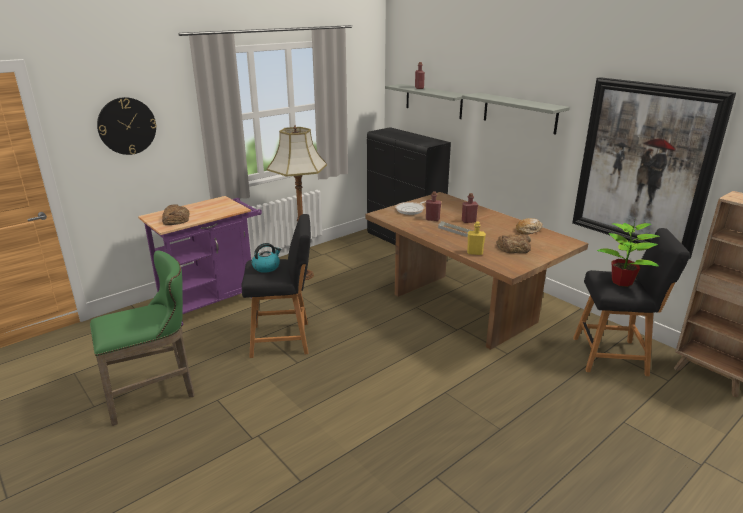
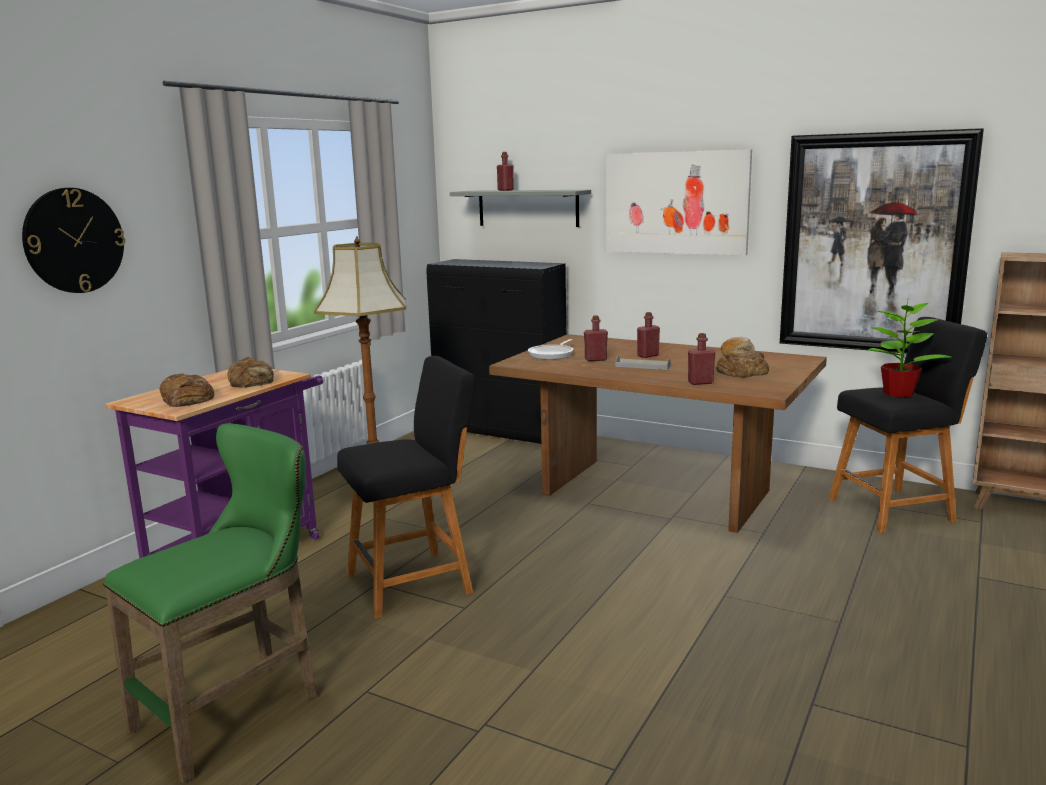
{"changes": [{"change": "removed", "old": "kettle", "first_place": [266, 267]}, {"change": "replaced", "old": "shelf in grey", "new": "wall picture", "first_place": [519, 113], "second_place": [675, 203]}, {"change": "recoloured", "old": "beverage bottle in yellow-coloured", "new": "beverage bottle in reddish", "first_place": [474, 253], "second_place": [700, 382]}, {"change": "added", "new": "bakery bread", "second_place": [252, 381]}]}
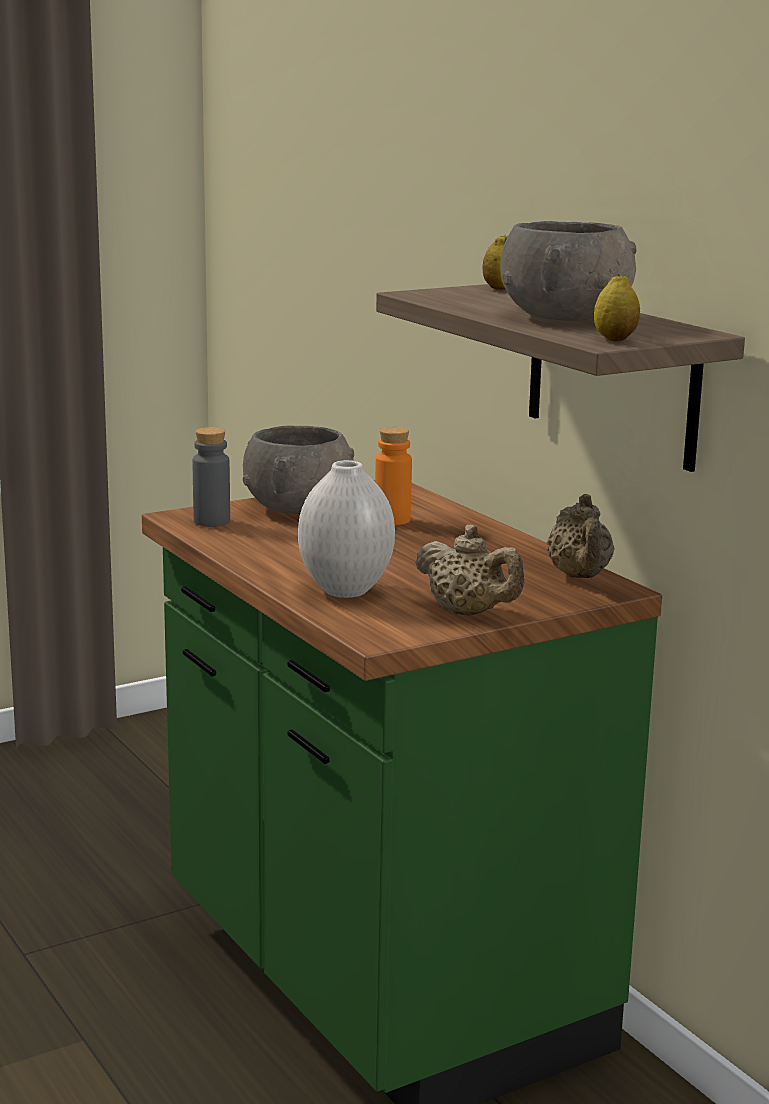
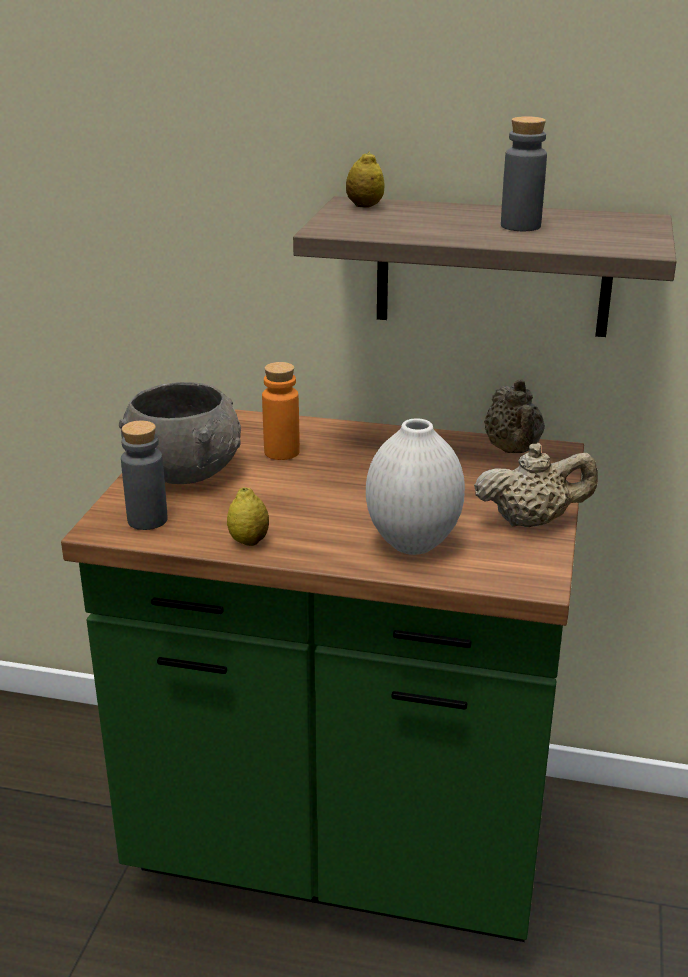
{"changes": [{"change": "replaced", "old": "serving bowl in grey", "new": "beverage bottle in grey", "first_place": [566, 317], "second_place": [520, 226]}, {"change": "turned", "old": "tea pot in sand-coloured", "first_place": [579, 576], "second_place": [513, 450], "degrees": 45}, {"change": "moved", "old": "whole lemon", "first_place": [615, 339], "second_place": [249, 541]}]}
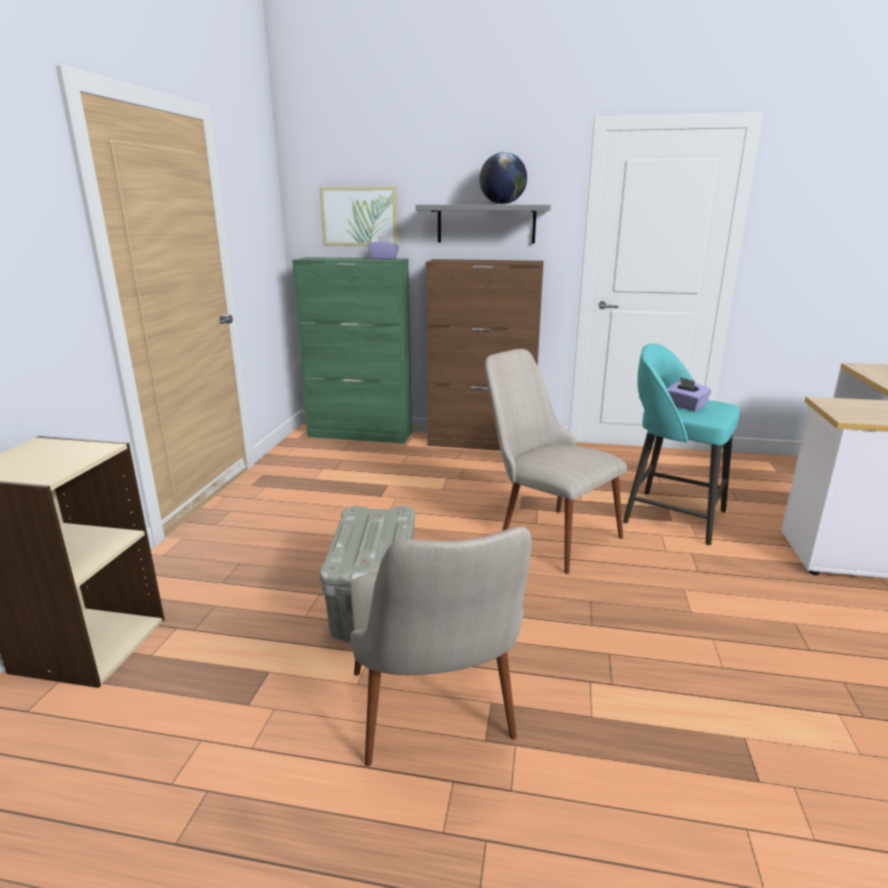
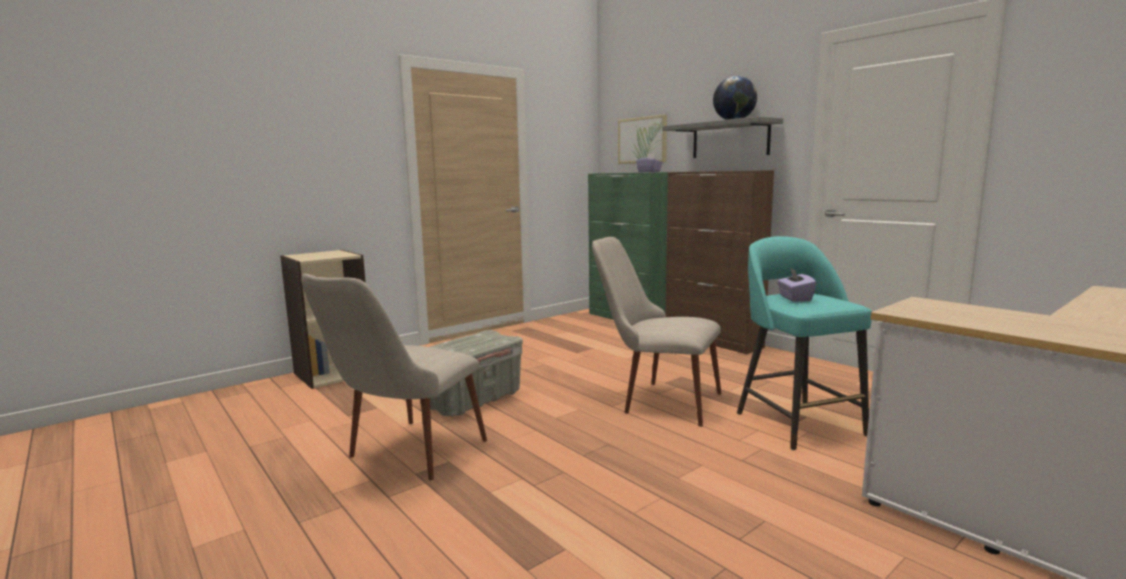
{"changes": [{"change": "turned", "old": "plain chair in sand-coloured", "first_place": [545, 531], "second_place": [656, 400], "degrees": -60}]}
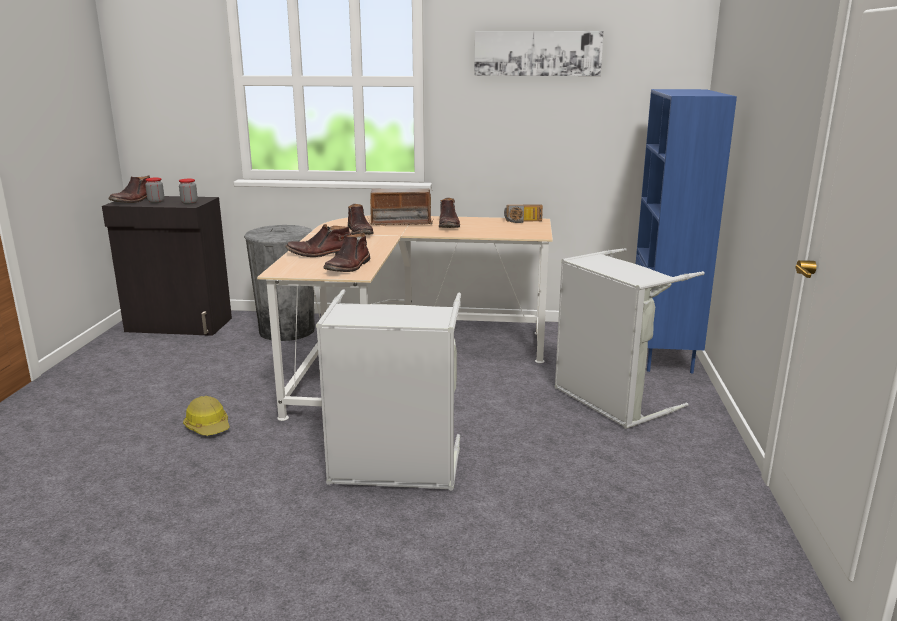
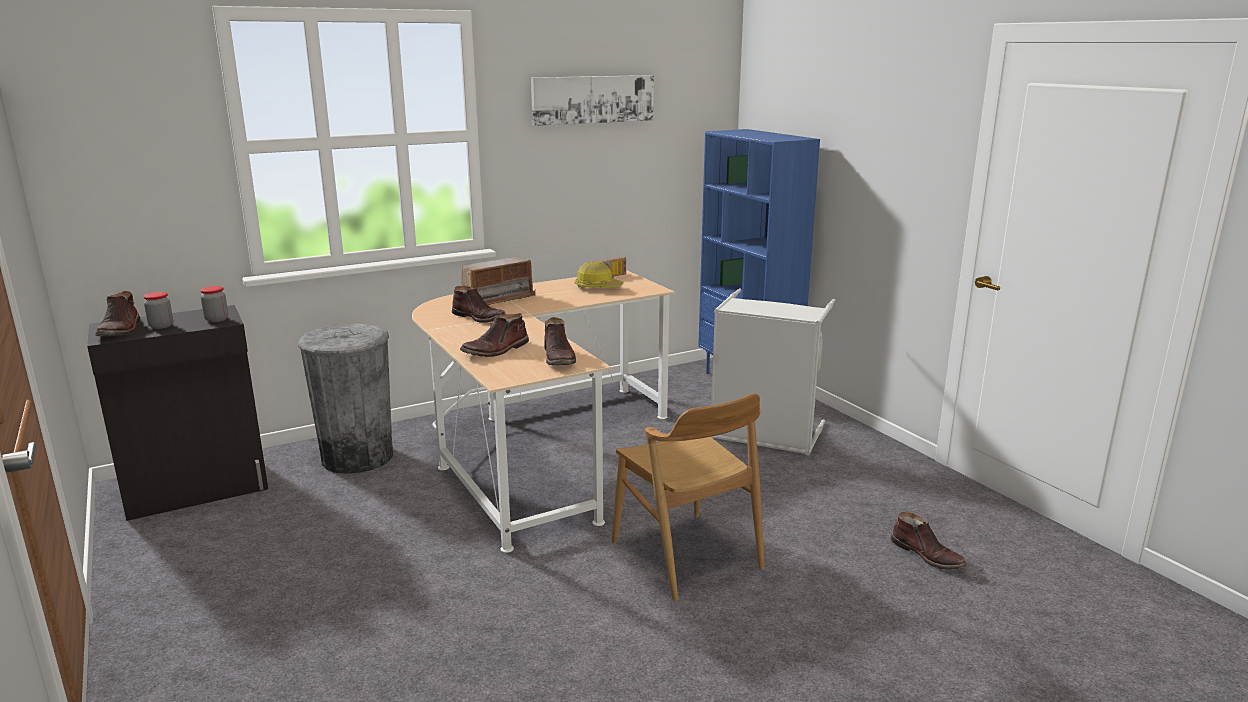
{"changes": [{"change": "moved", "old": "work helmet", "first_place": [208, 426], "second_place": [598, 287]}, {"change": "replaced", "old": "laundry basket in grey", "new": "plain chair in brownish", "first_place": [394, 469], "second_place": [686, 555]}, {"change": "moved", "old": "tall boot in brownish", "first_place": [449, 225], "second_place": [927, 555]}]}
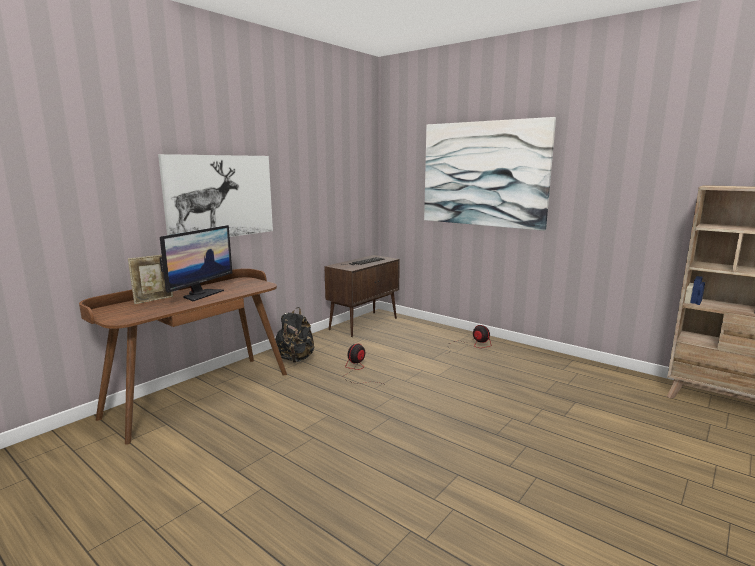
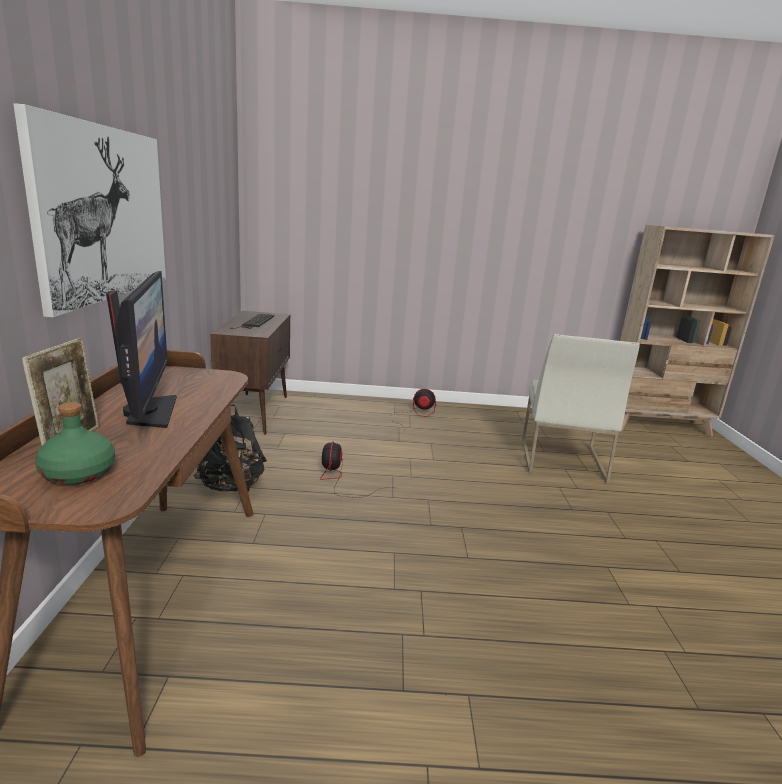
{"changes": [{"change": "removed", "old": "wall picture", "first_place": [483, 174]}, {"change": "added", "new": "beverage bottle in green-coloured", "second_place": [77, 474]}, {"change": "added", "new": "plain chair in white", "second_place": [561, 459]}]}
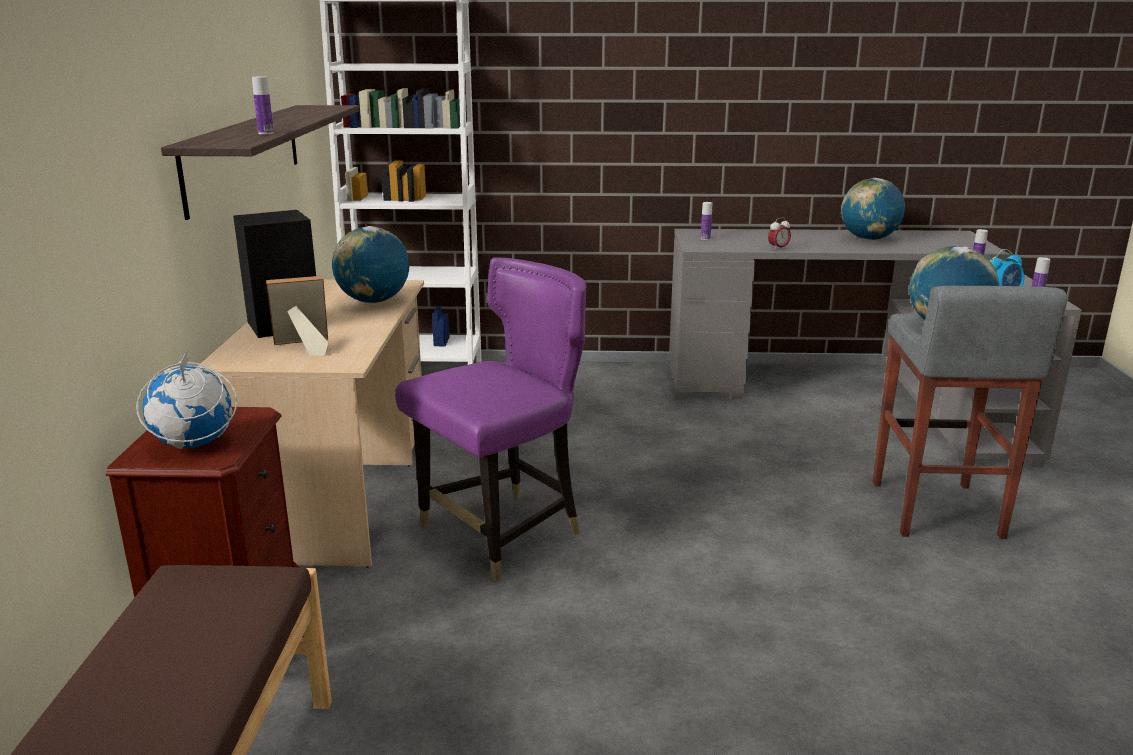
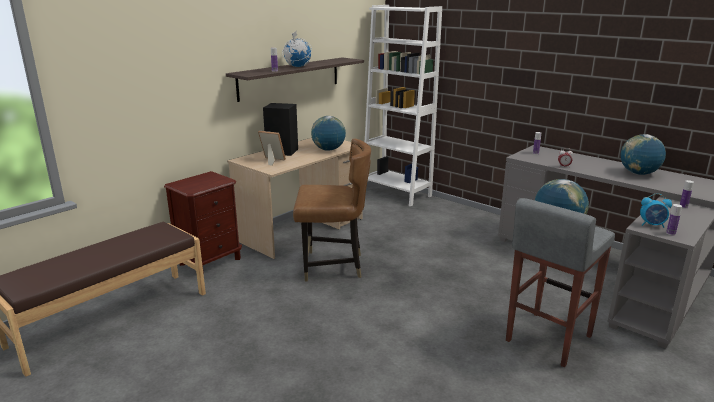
{"changes": [{"change": "moved", "old": "globe", "first_place": [193, 445], "second_place": [297, 67]}, {"change": "recoloured", "old": "plain chair in purple-coloured", "new": "plain chair in brownish", "first_place": [502, 533], "second_place": [333, 266]}]}
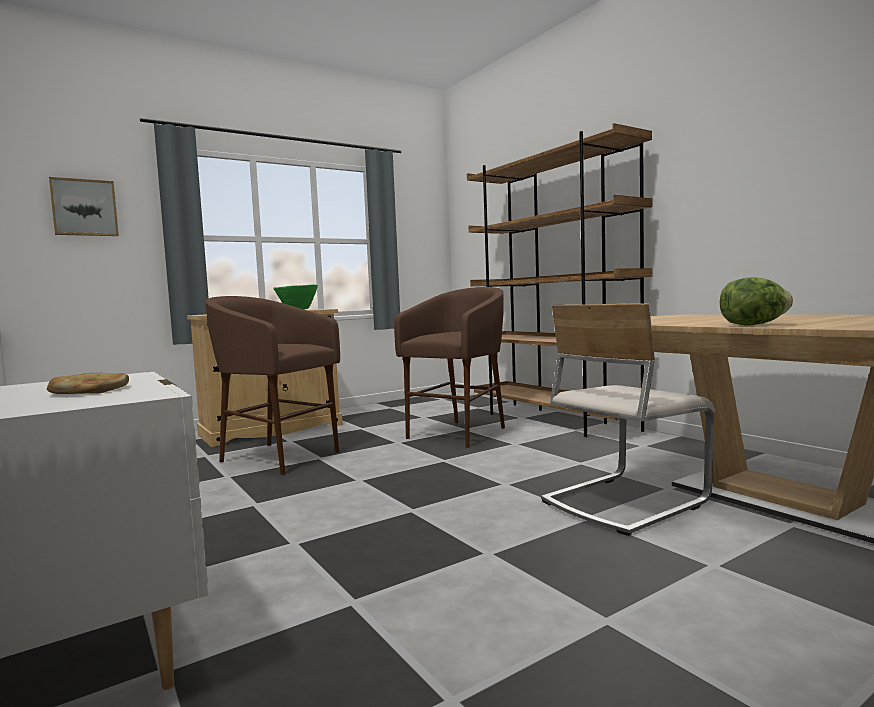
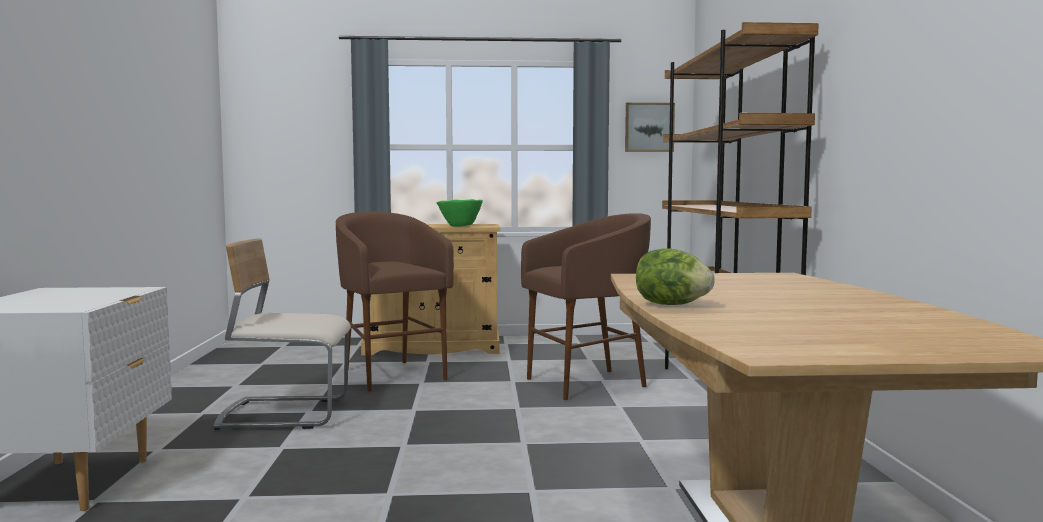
{"changes": [{"change": "removed", "old": "bakery bread", "first_place": [89, 390]}, {"change": "moved", "old": "wall picture", "first_place": [84, 208], "second_place": [649, 127]}, {"change": "moved", "old": "plain chair in sand-coloured", "first_place": [623, 502], "second_place": [285, 414]}]}
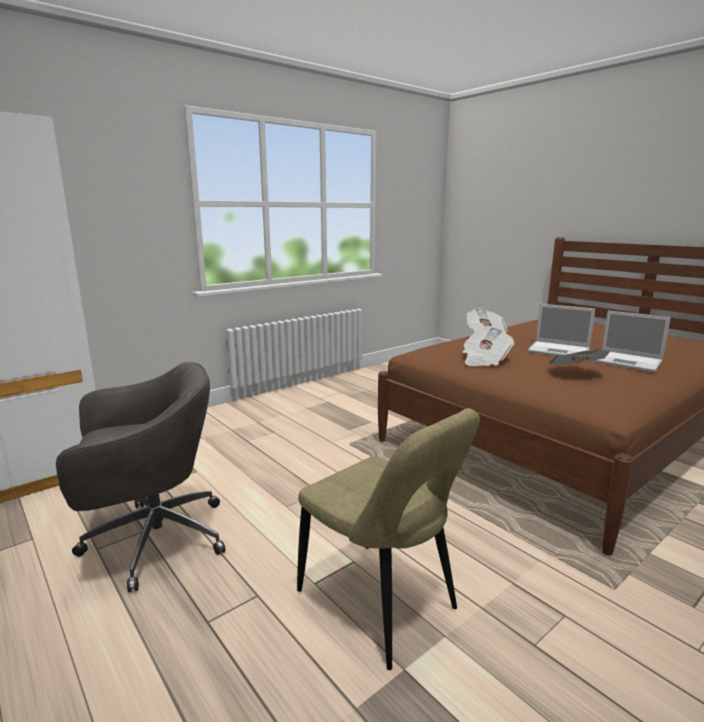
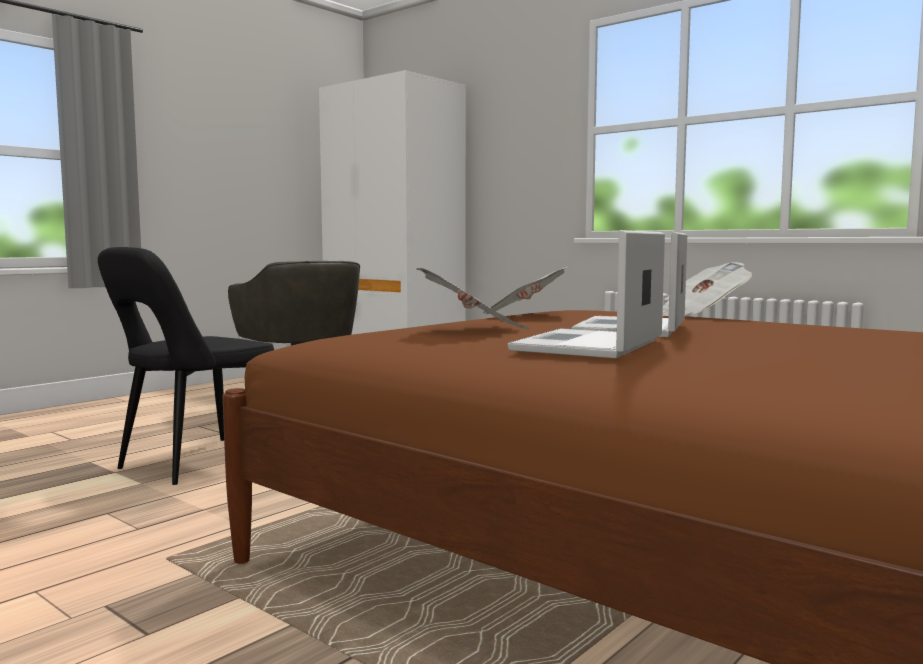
{"changes": [{"change": "recoloured", "old": "plain chair in sand-coloured", "new": "plain chair in black", "first_place": [381, 604], "second_place": [194, 464]}]}
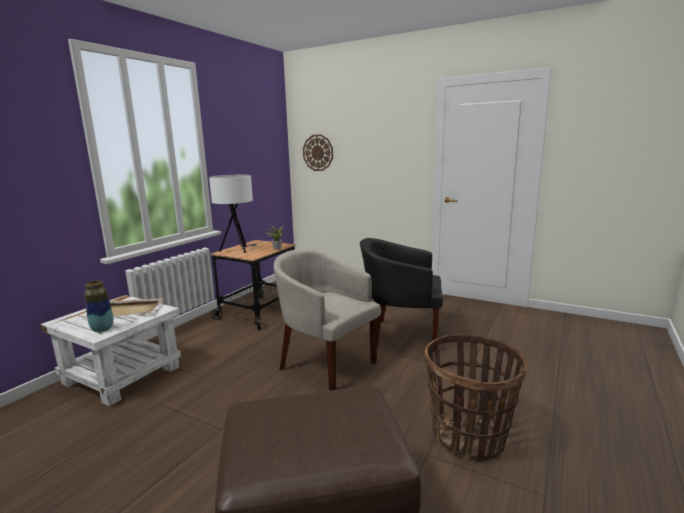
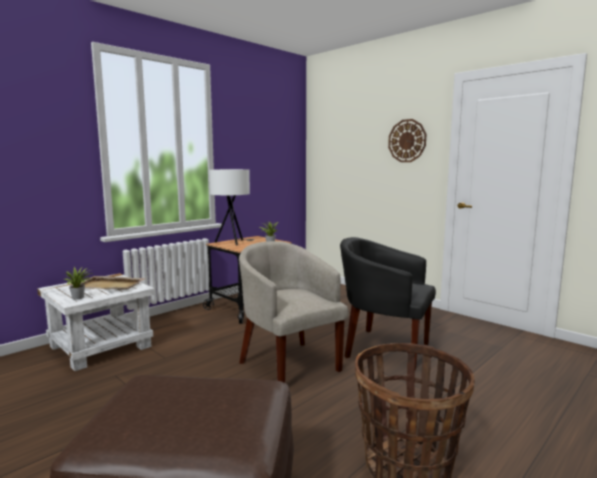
{"changes": [{"change": "replaced", "old": "vase", "new": "potted plant", "first_place": [102, 329], "second_place": [79, 298]}, {"change": "moved", "old": "hanging clock", "first_place": [318, 152], "second_place": [407, 141]}]}
